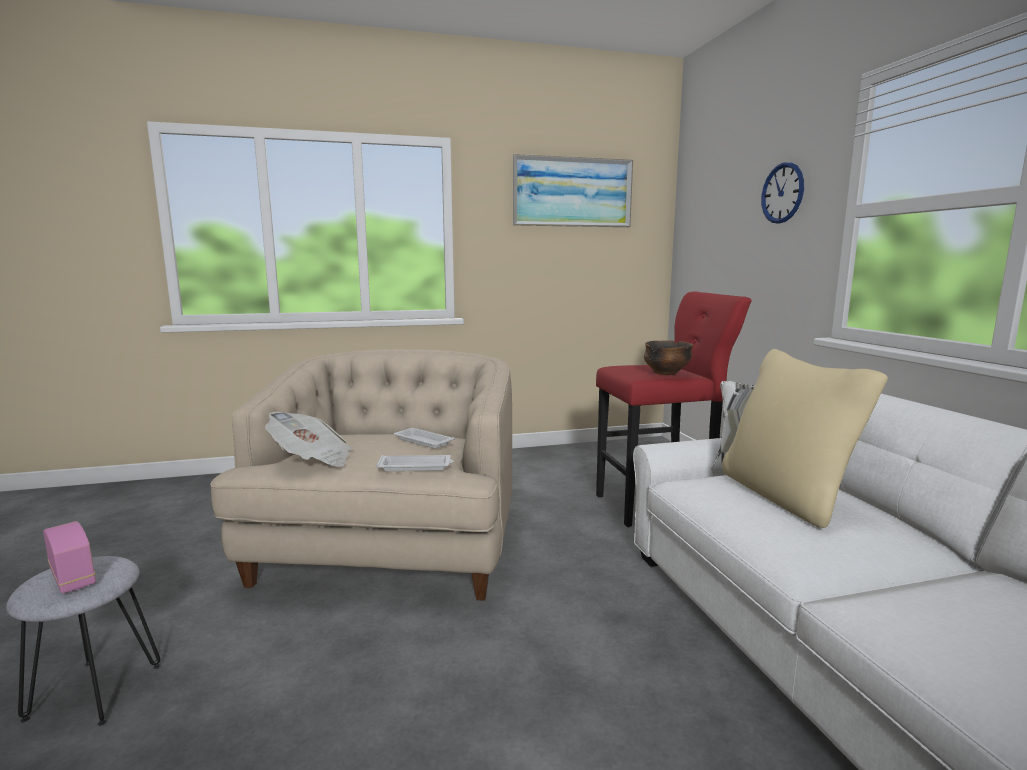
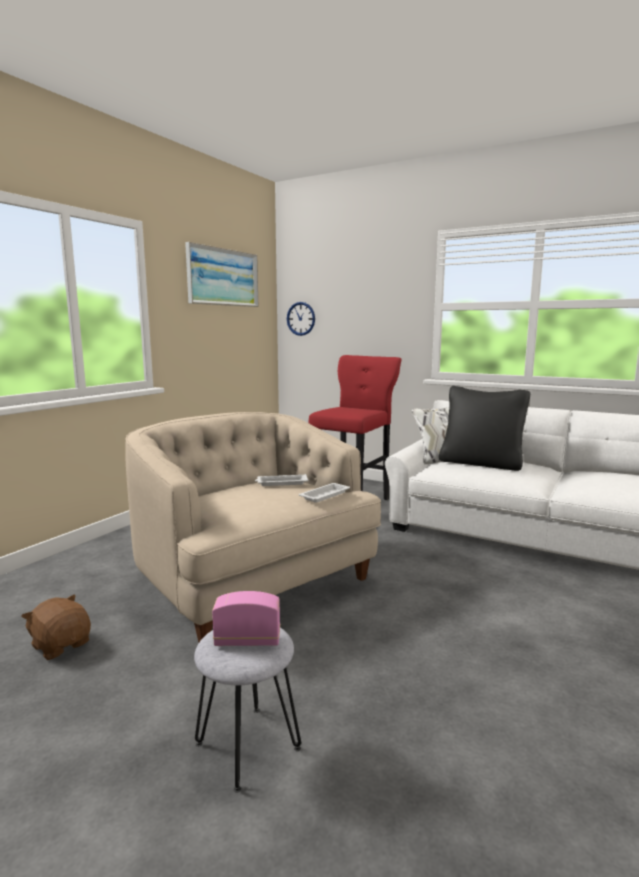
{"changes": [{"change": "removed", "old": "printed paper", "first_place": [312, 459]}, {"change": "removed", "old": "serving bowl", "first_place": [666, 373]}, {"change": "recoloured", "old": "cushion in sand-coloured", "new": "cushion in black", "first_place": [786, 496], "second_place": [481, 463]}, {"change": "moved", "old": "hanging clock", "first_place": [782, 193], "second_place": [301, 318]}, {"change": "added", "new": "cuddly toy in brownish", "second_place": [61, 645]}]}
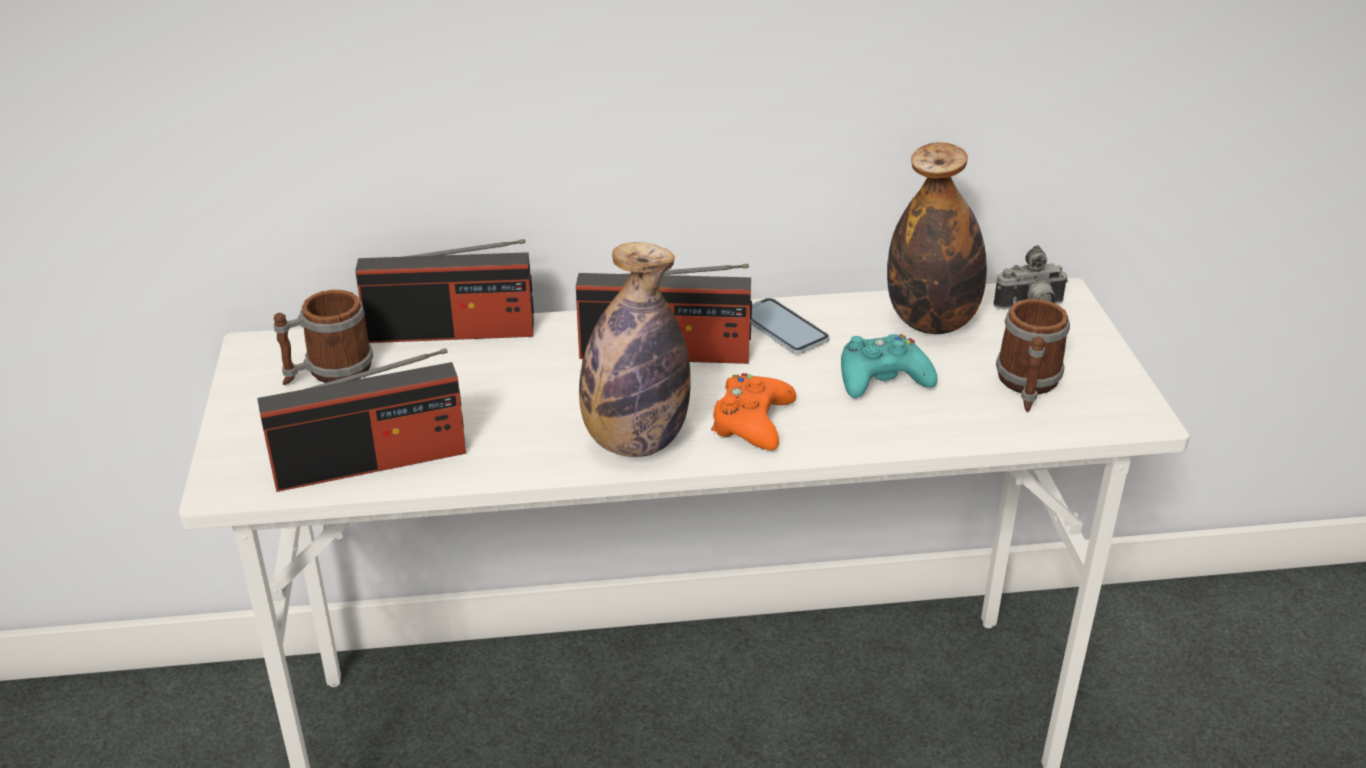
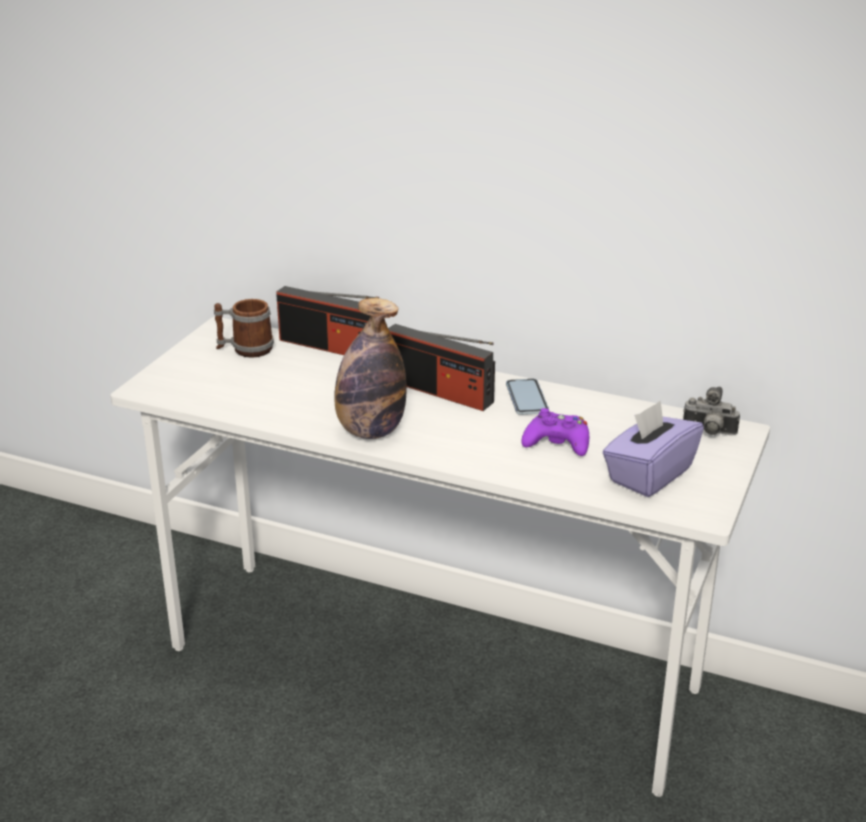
{"changes": [{"change": "removed", "old": "radio receiver", "first_place": [371, 462]}, {"change": "removed", "old": "joypad in orangey", "first_place": [752, 422]}, {"change": "recoloured", "old": "joypad in blue-green", "new": "joypad in purple-coloured", "first_place": [882, 378], "second_place": [557, 443]}, {"change": "removed", "old": "beverage bottle", "first_place": [931, 322]}, {"change": "replaced", "old": "coffee mug", "new": "tissue box in purple-coloured", "first_place": [1027, 386], "second_place": [649, 474]}]}
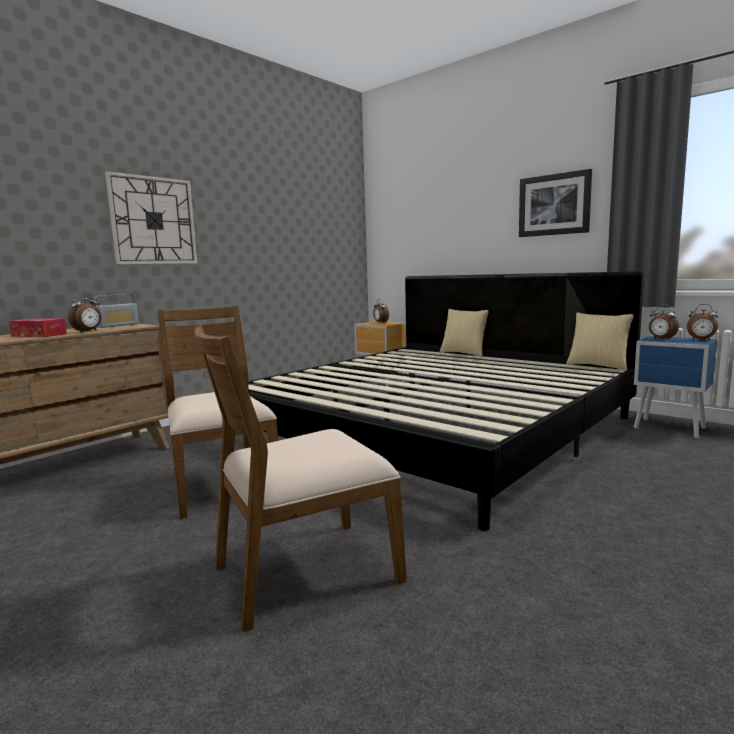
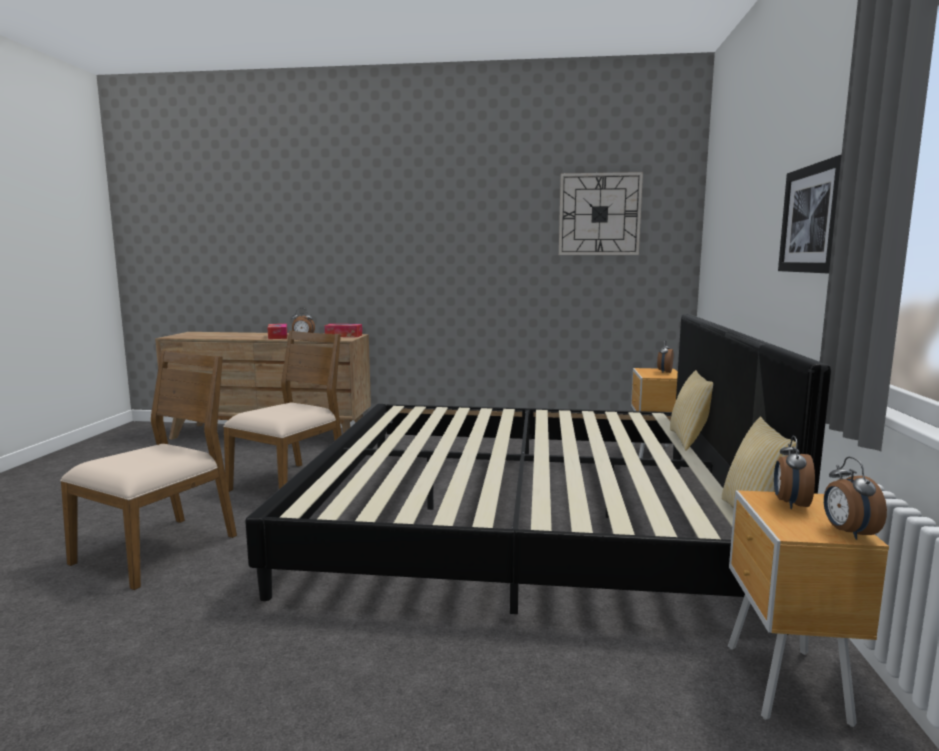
{"changes": [{"change": "replaced", "old": "radio receiver", "new": "tissue box", "first_place": [117, 325], "second_place": [343, 336]}, {"change": "moved", "old": "hanging clock", "first_place": [153, 221], "second_place": [599, 214]}, {"change": "turned", "old": "plain chair in brownish", "first_place": [304, 572], "second_place": [159, 549], "degrees": 90}, {"change": "recoloured", "old": "nightstand in bluish", "new": "nightstand in brownish", "first_place": [670, 429], "second_place": [785, 686]}]}
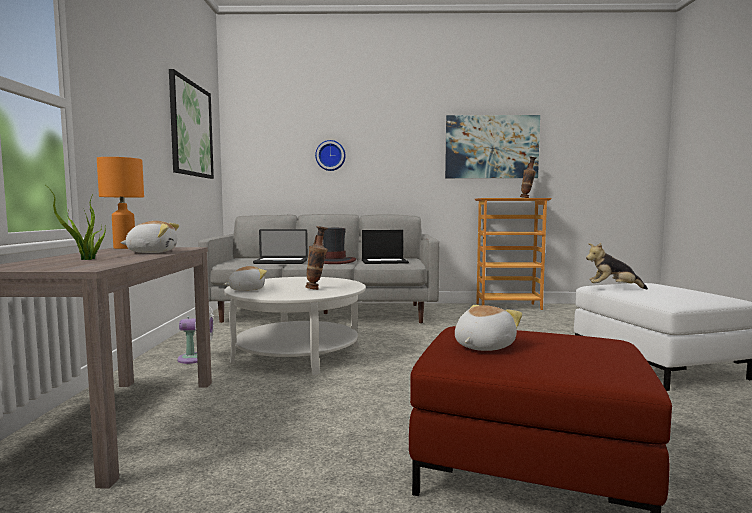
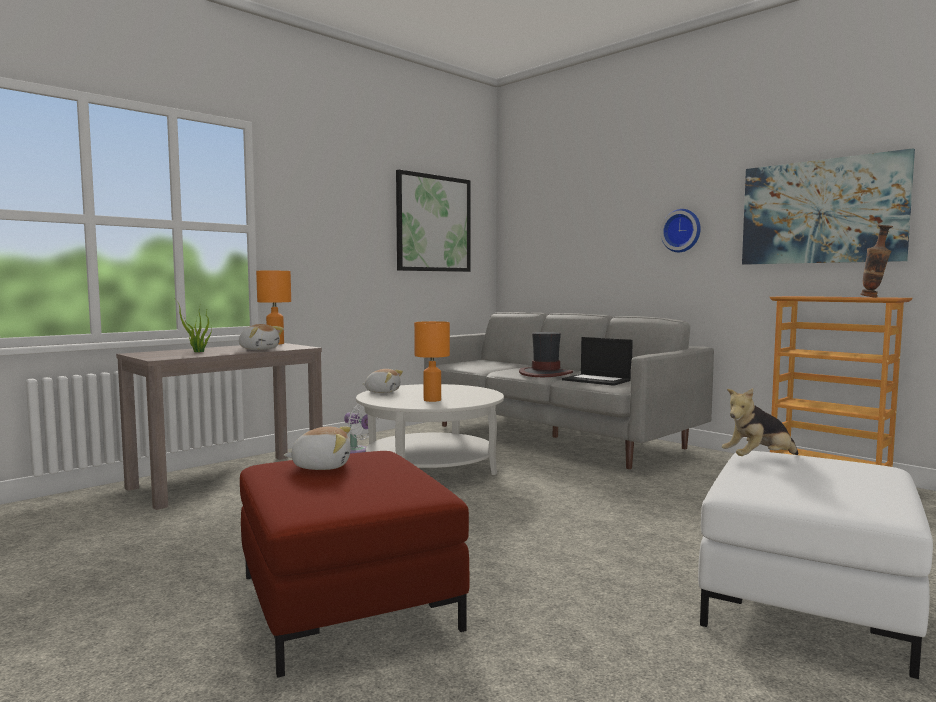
{"changes": [{"change": "removed", "old": "notebook computer", "first_place": [281, 262]}, {"change": "replaced", "old": "vase", "new": "lamp for a table in orangey", "first_place": [316, 289], "second_place": [432, 400]}, {"change": "moved", "old": "hanging clock", "first_place": [330, 155], "second_place": [682, 230]}, {"change": "turned", "old": "cuddly toy", "first_place": [613, 289], "second_place": [759, 460], "degrees": -75}]}
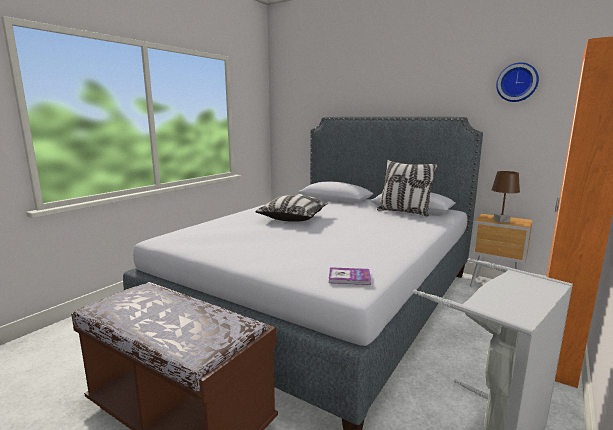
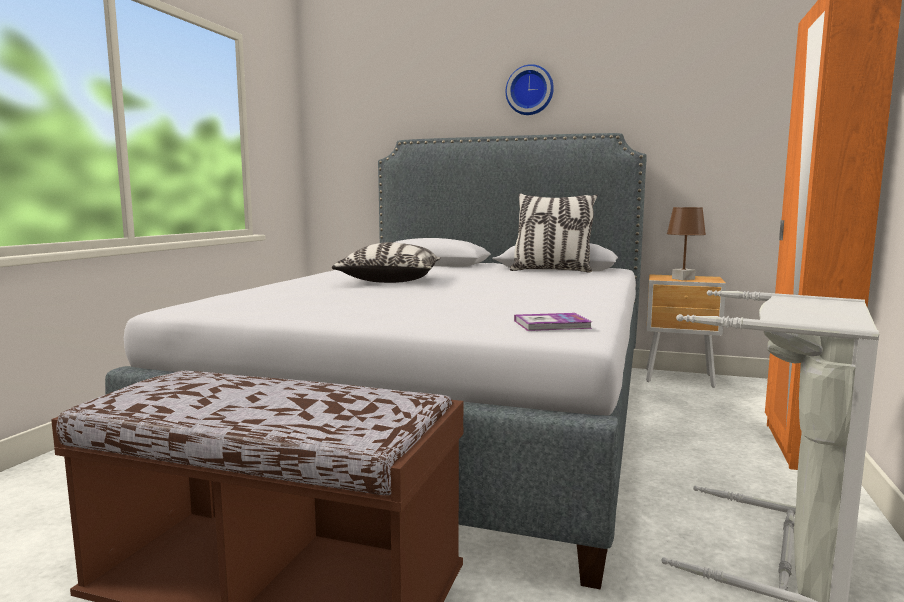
{"changes": [{"change": "moved", "old": "hanging clock", "first_place": [517, 82], "second_place": [530, 90]}]}
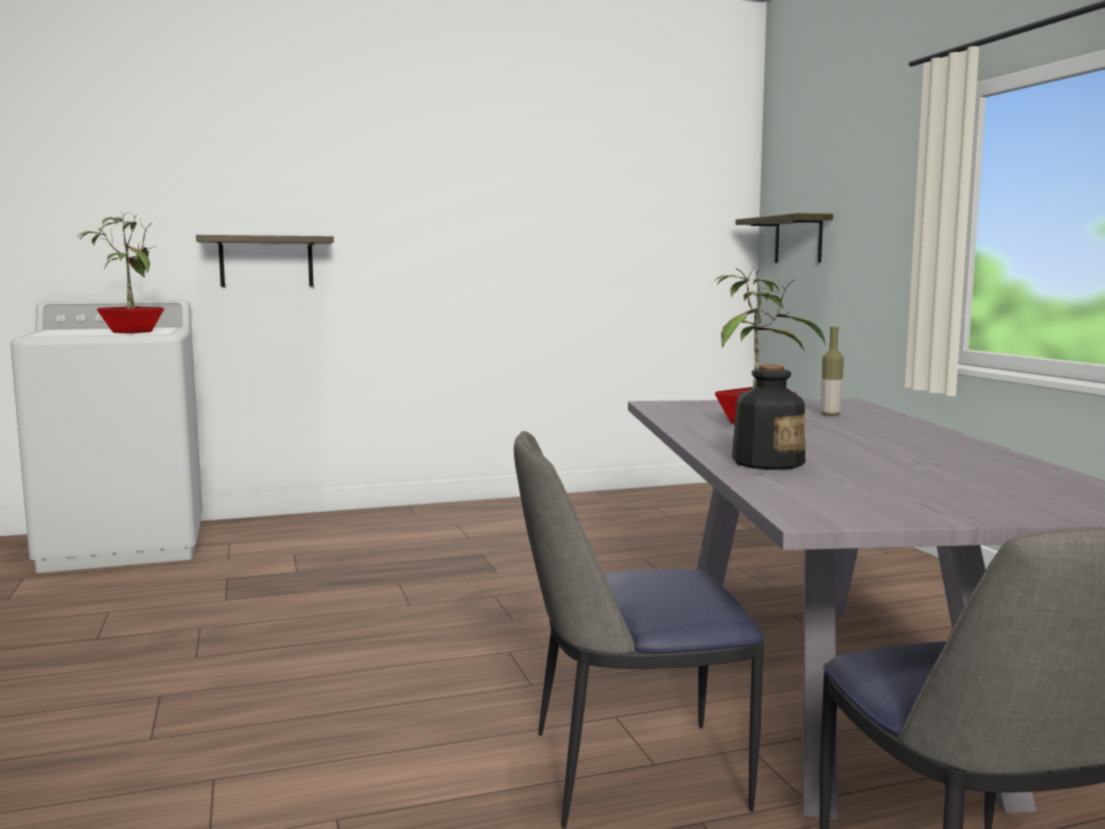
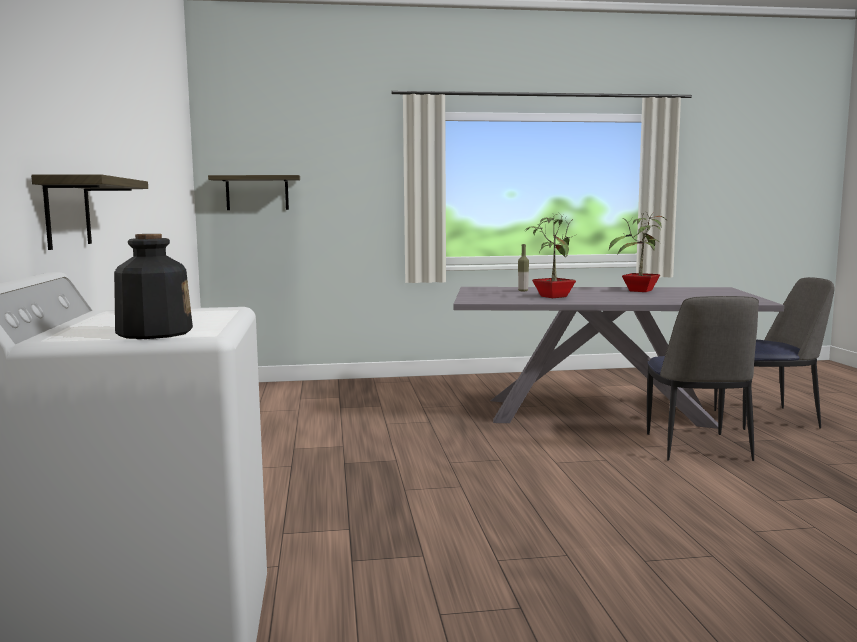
{"changes": [{"change": "moved", "old": "potted plant", "first_place": [130, 332], "second_place": [640, 291]}, {"change": "moved", "old": "beverage bottle", "first_place": [767, 462], "second_place": [153, 333]}]}
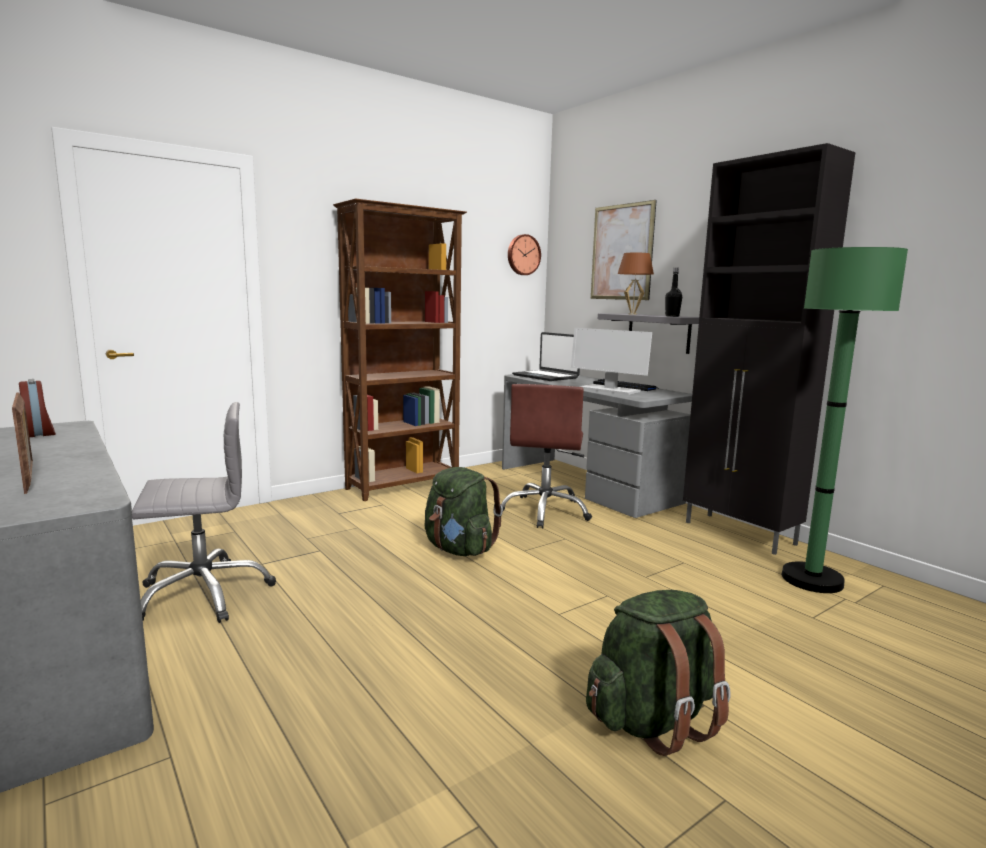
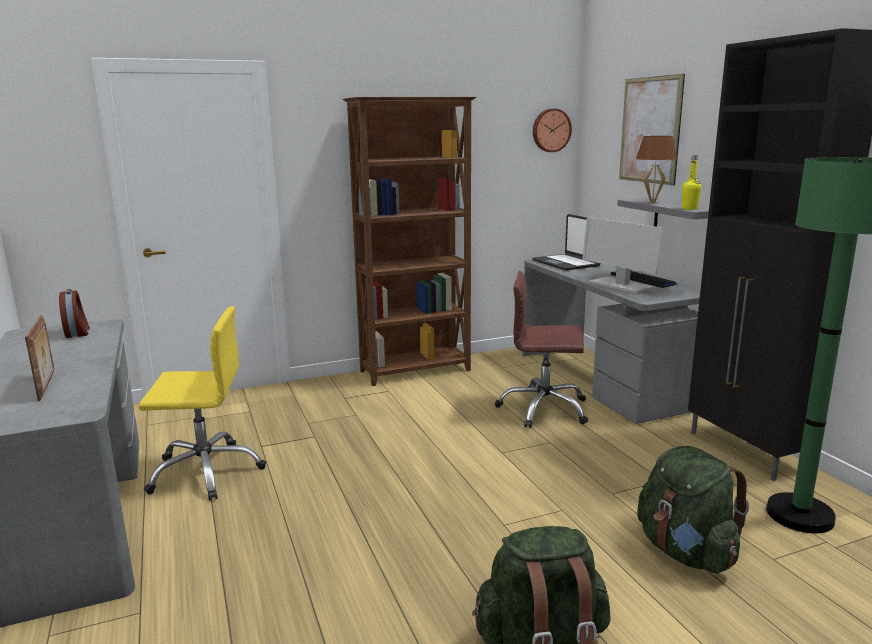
{"changes": [{"change": "recoloured", "old": "computer chair in grey", "new": "computer chair in yellow-coloured", "first_place": [203, 594], "second_place": [206, 471]}, {"change": "moved", "old": "backpack in green-coloured", "first_place": [459, 549], "second_place": [686, 552]}, {"change": "turned", "old": "computer chair in brownish", "first_place": [545, 511], "second_place": [543, 409], "degrees": 75}, {"change": "recoloured", "old": "beverage bottle in black", "new": "beverage bottle in yellow-coloured", "first_place": [672, 316], "second_place": [689, 208]}]}
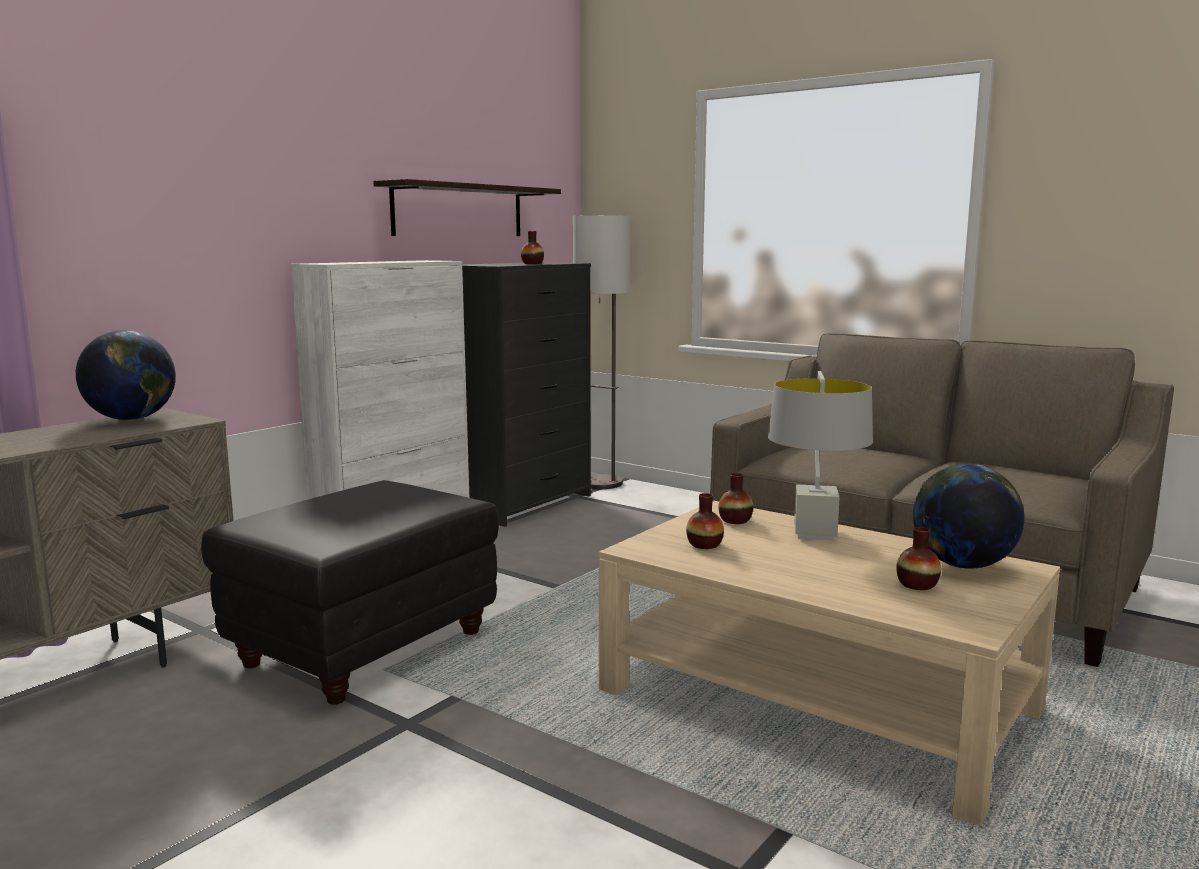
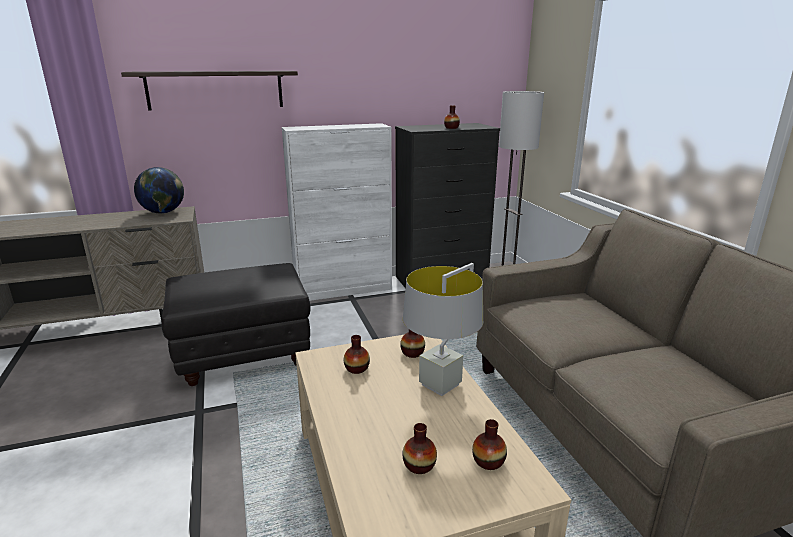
{"changes": [{"change": "moved", "old": "shelf", "first_place": [459, 211], "second_place": [215, 90]}, {"change": "replaced", "old": "globe", "new": "vase", "first_place": [963, 566], "second_place": [488, 461]}]}
